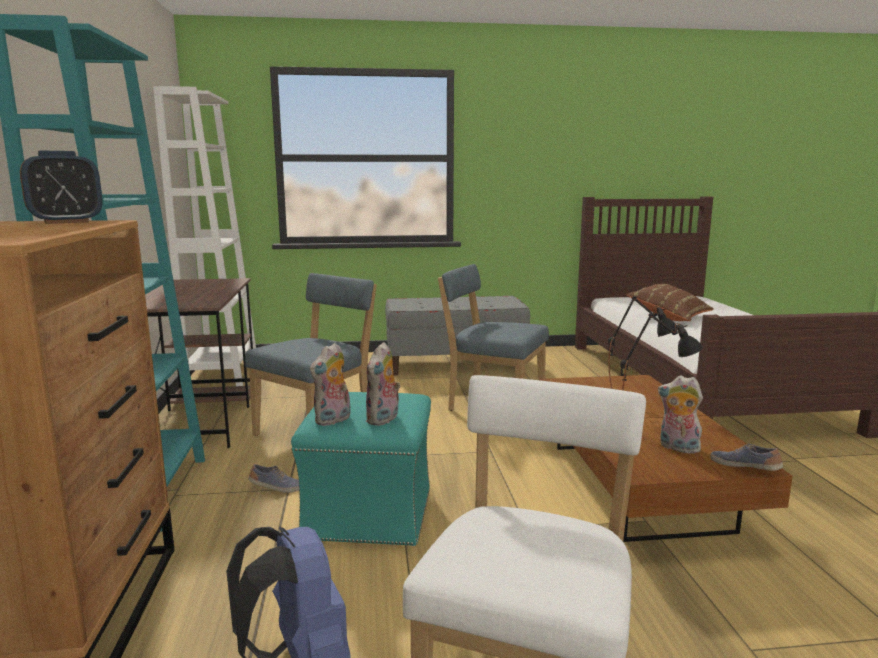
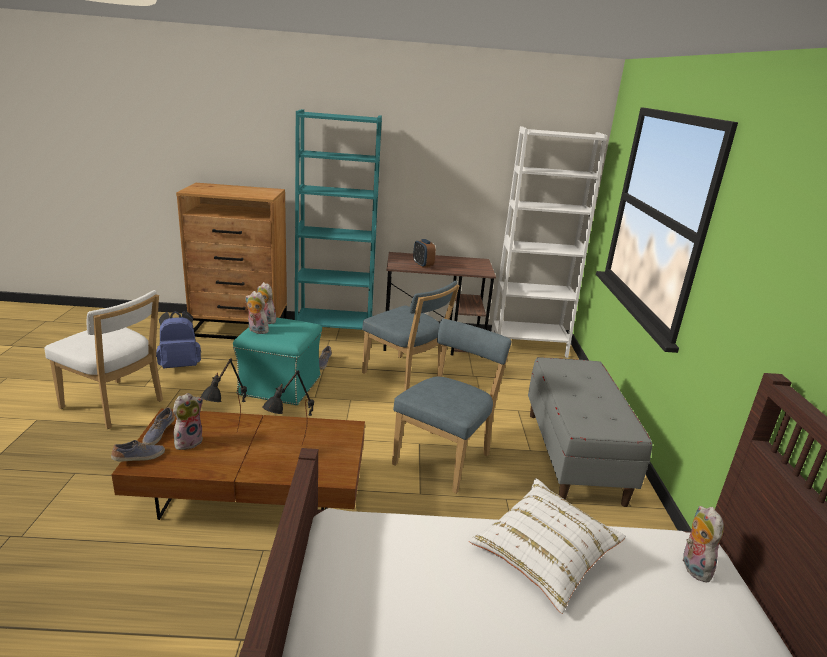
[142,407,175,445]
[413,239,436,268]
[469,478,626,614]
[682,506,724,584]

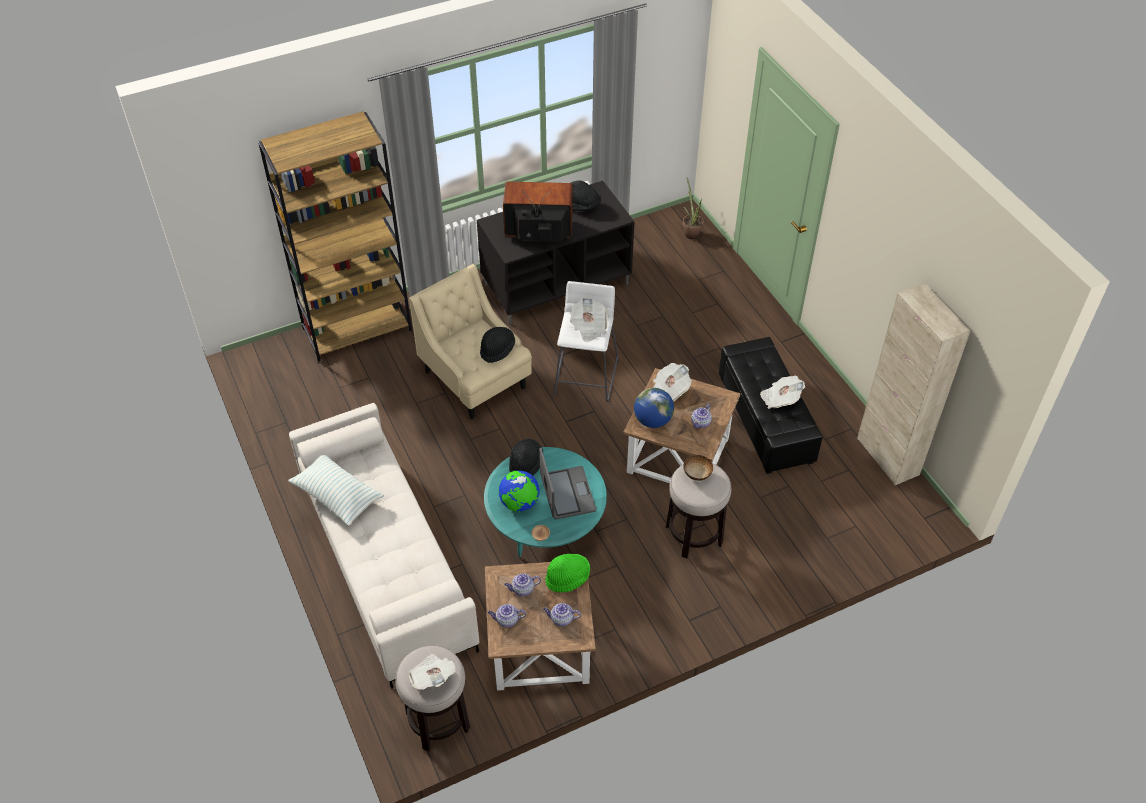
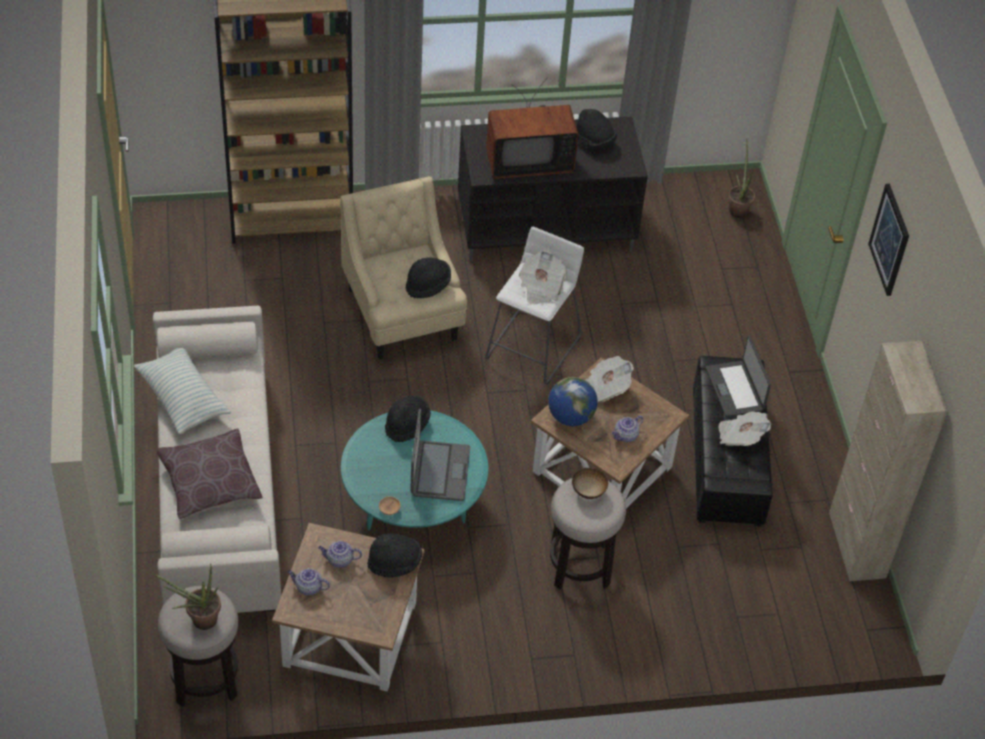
[154,564,221,630]
[156,428,263,519]
[367,533,422,578]
[486,77,578,179]
[706,335,771,417]
[868,184,909,296]
[498,471,540,512] (first image)
[543,603,581,626] (first image)

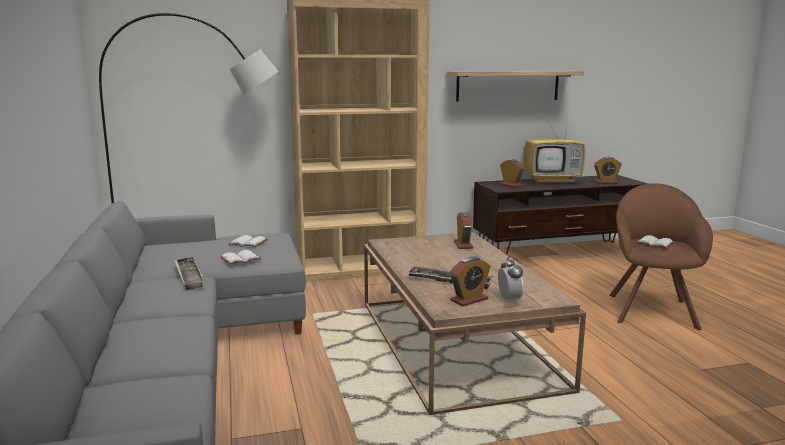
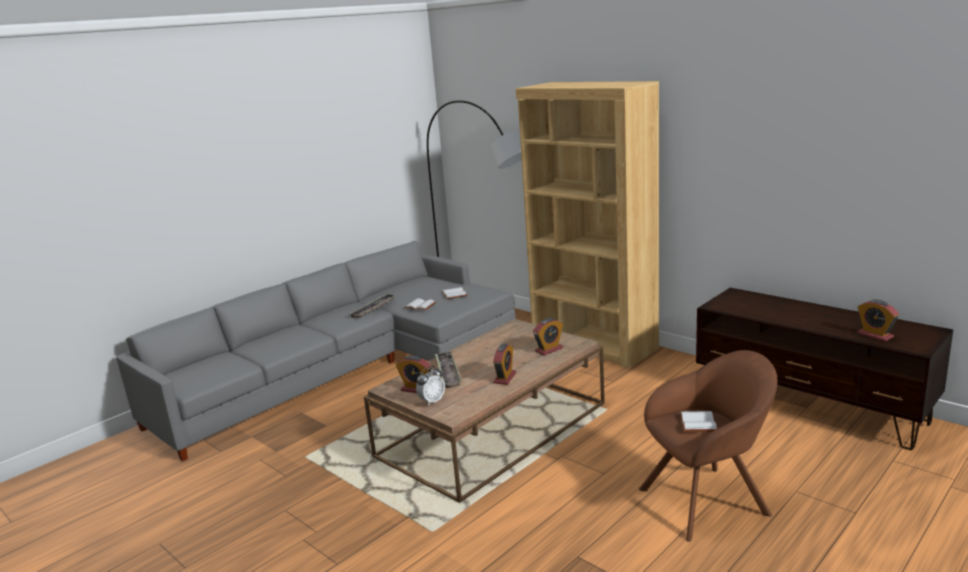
[493,344,516,385]
[446,71,584,102] (first image)
[524,112,585,184] (first image)

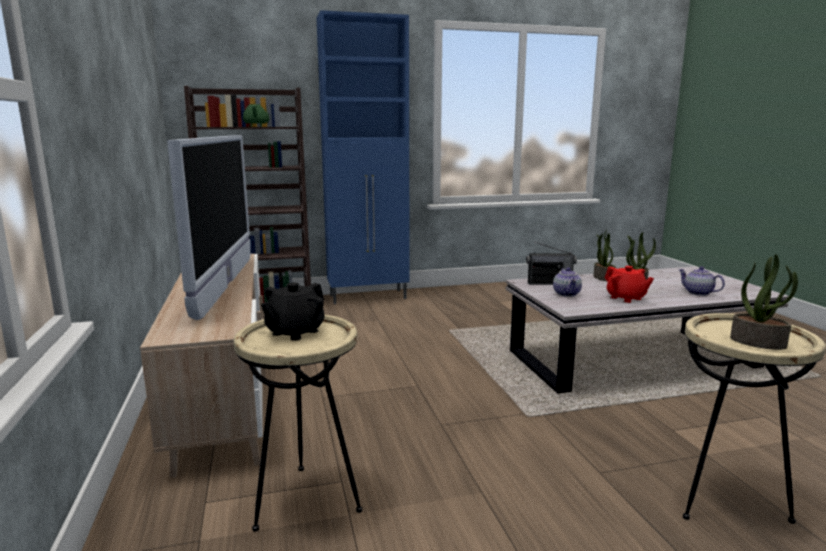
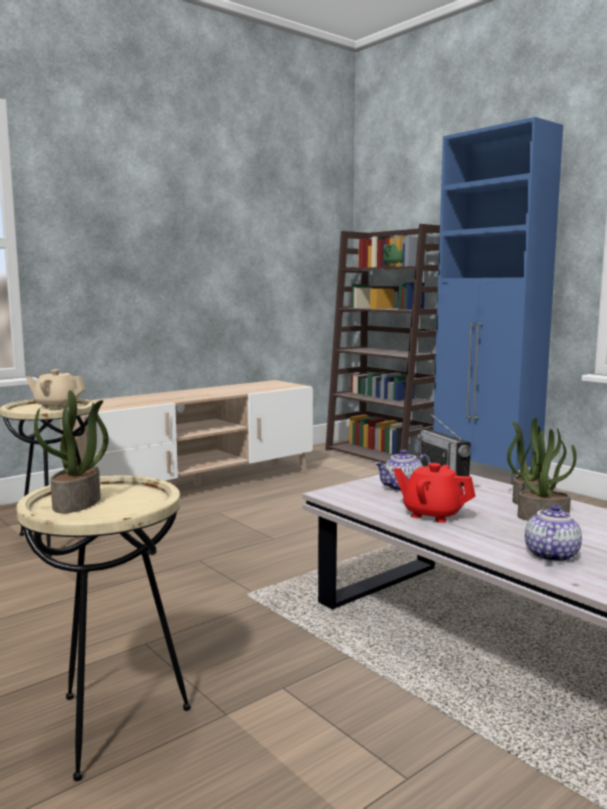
[26,369,85,409]
[393,463,475,523]
[167,135,251,320] (first image)

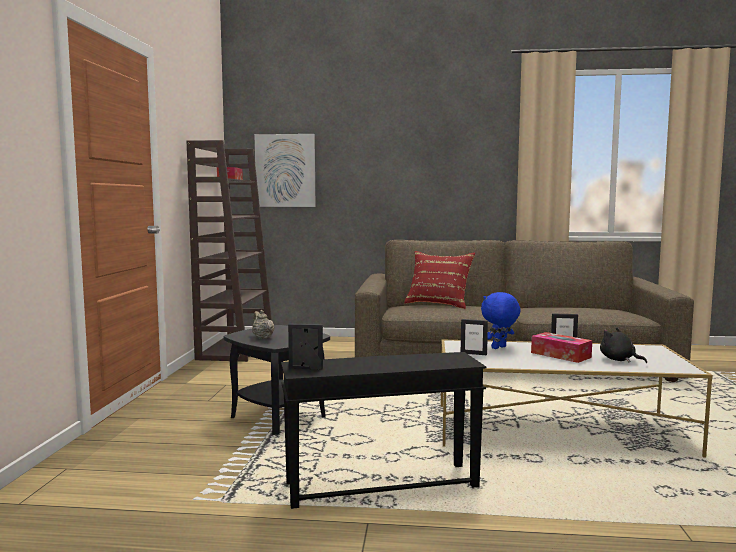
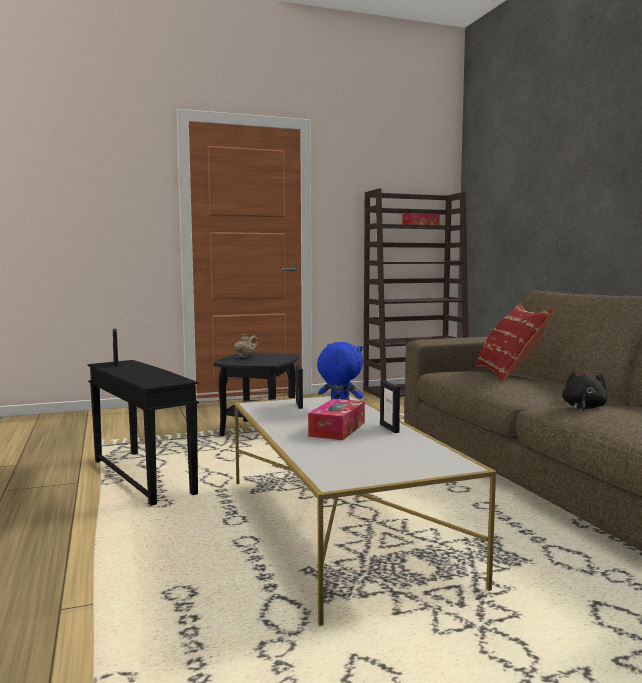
[562,371,607,412]
[254,134,315,207] (first image)

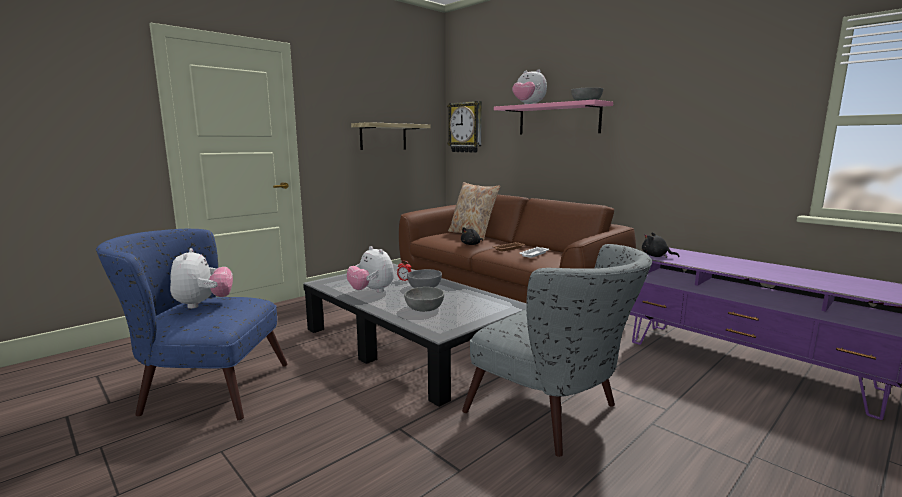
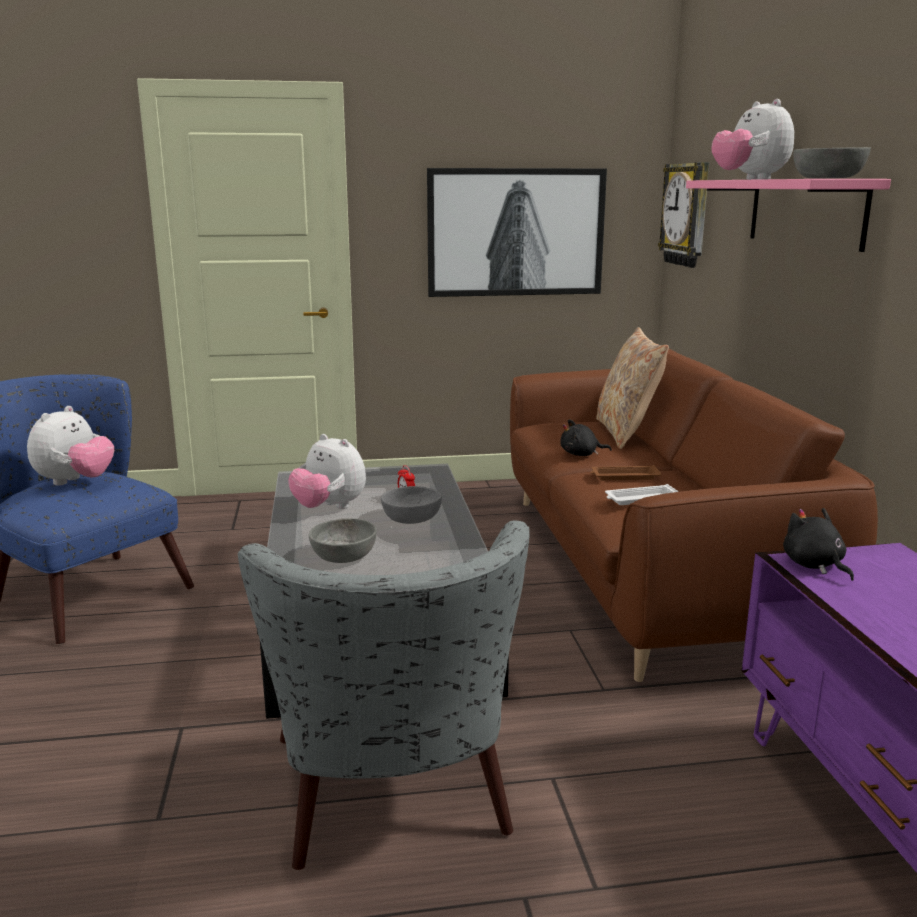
[288,434,366,509]
[427,168,607,297]

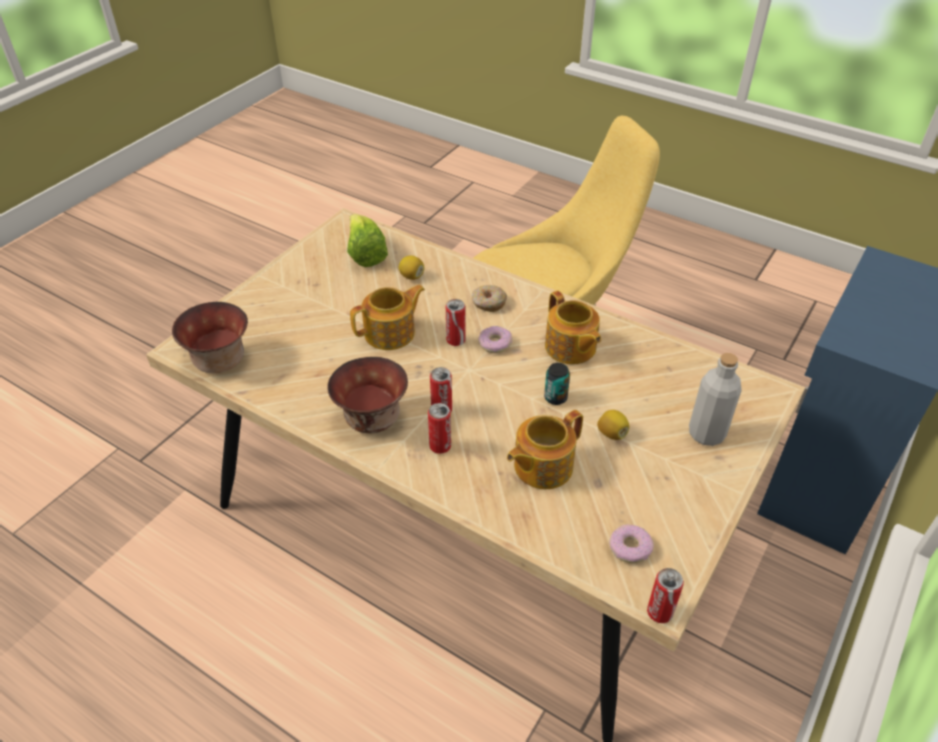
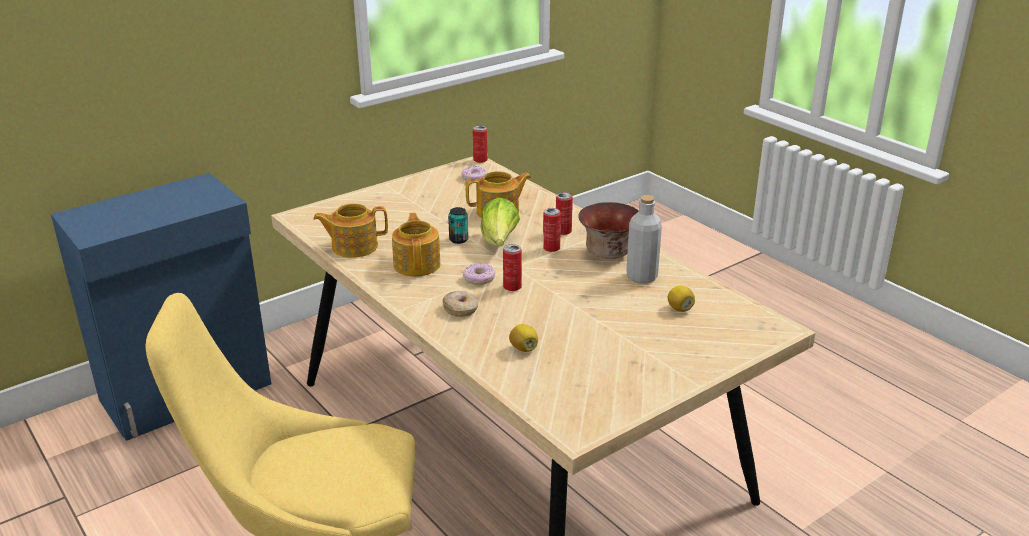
[313,204,388,258]
[481,197,520,246]
[626,195,662,284]
[668,286,695,312]
[172,302,248,373] (first image)

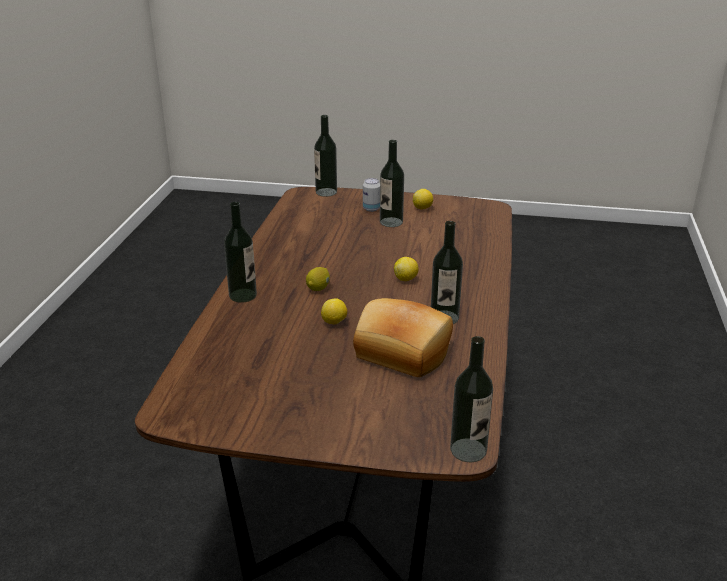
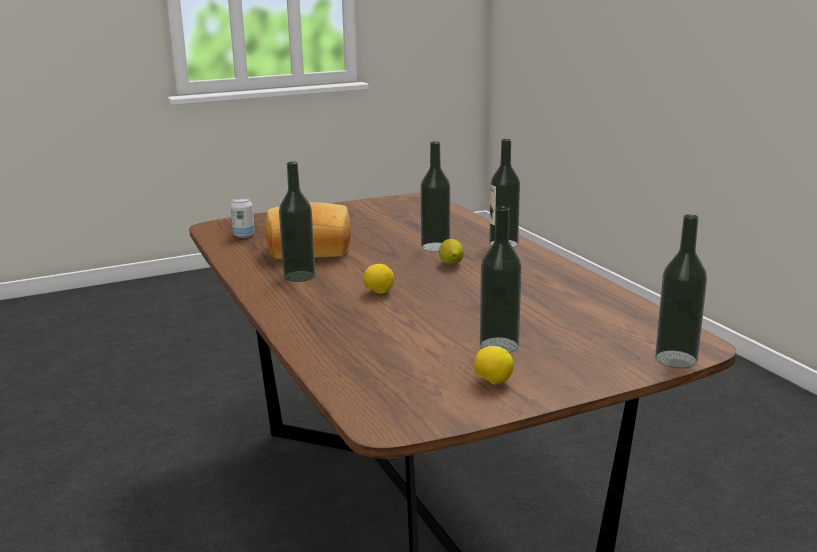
[231,198,255,238]
[420,141,450,252]
[321,298,347,325] (first image)

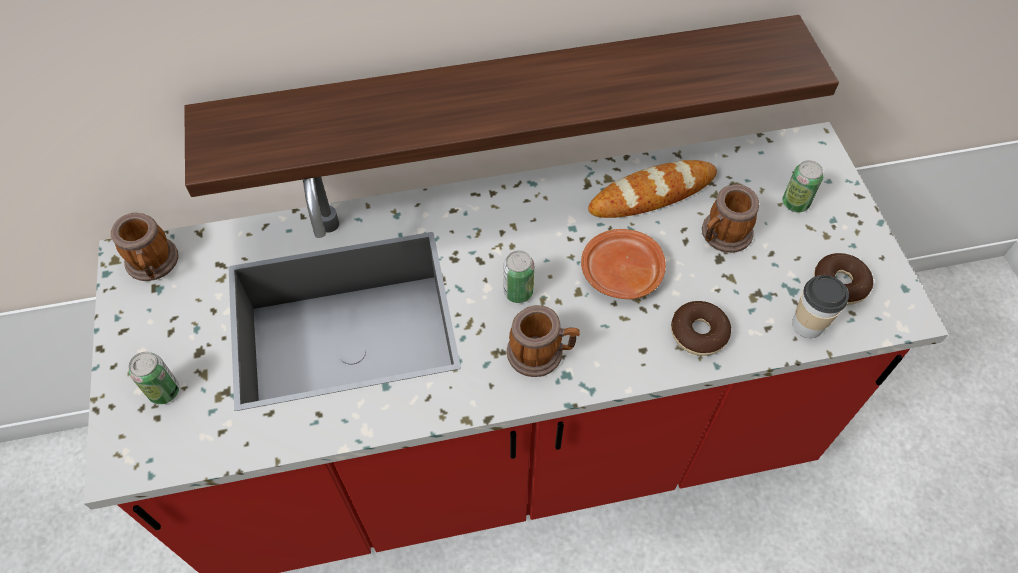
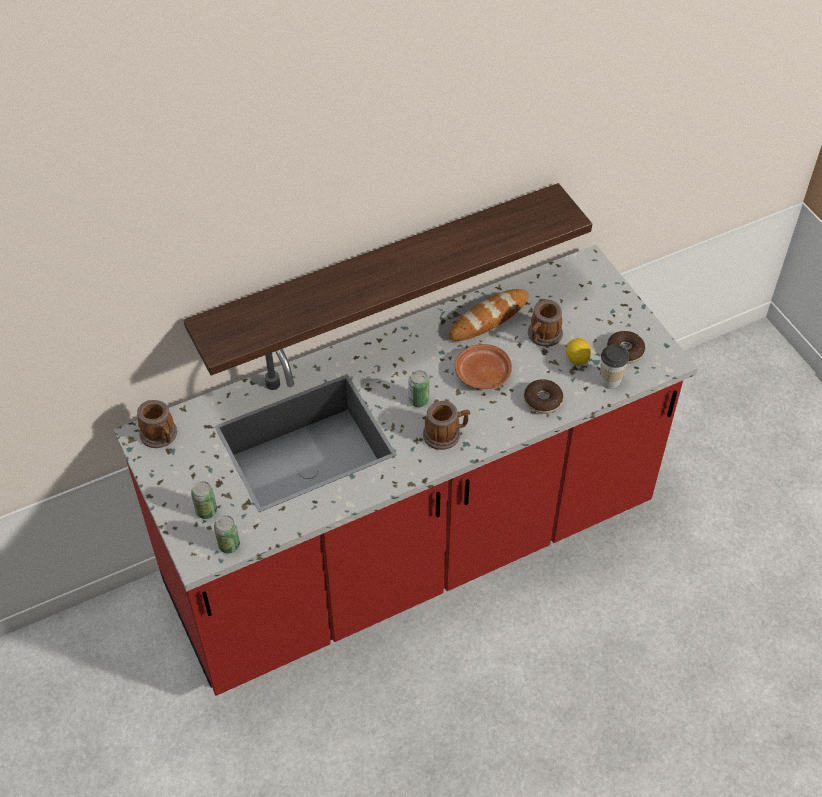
[214,515,240,553]
[566,338,591,365]

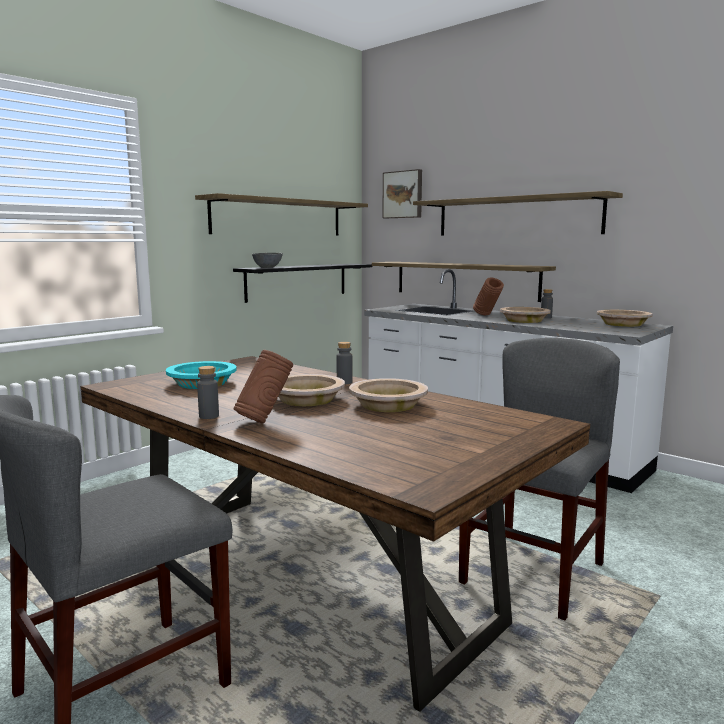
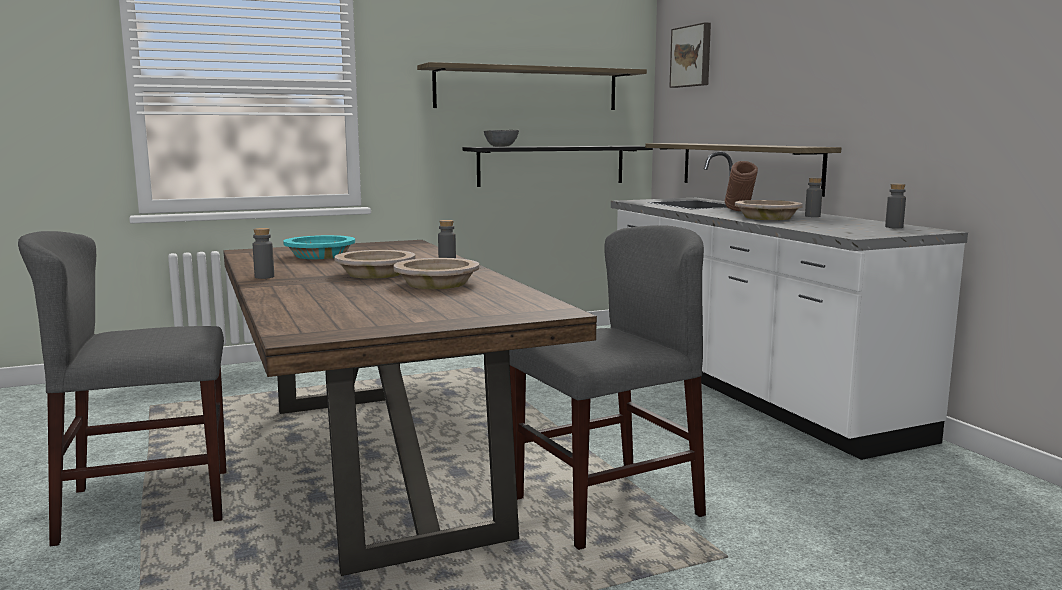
[885,184,906,228]
[234,350,293,423] (first image)
[413,191,623,236] (first image)

